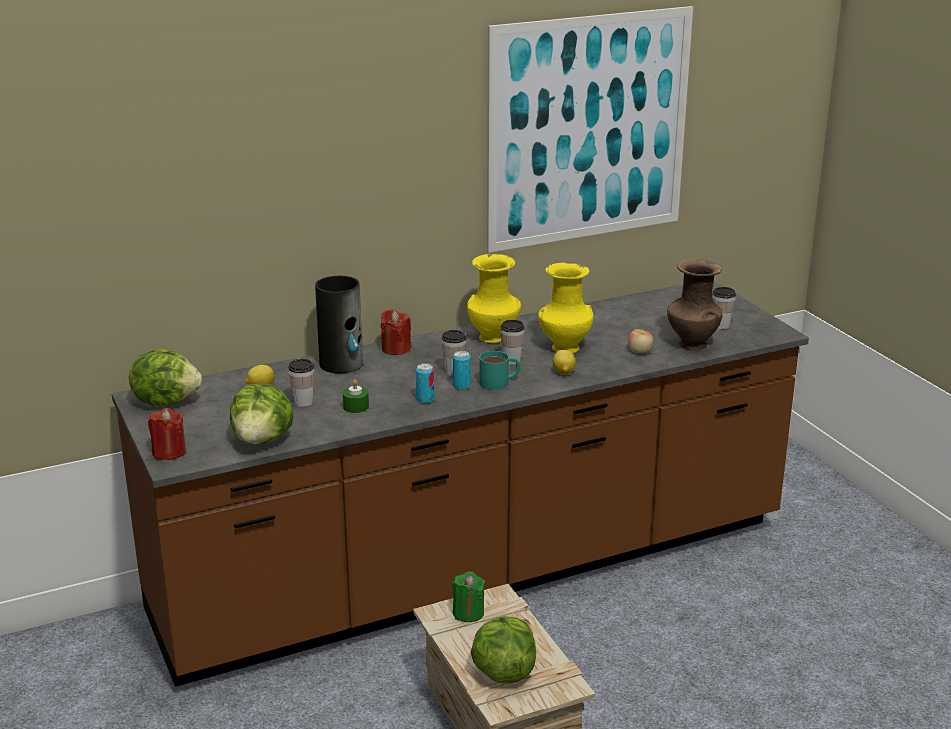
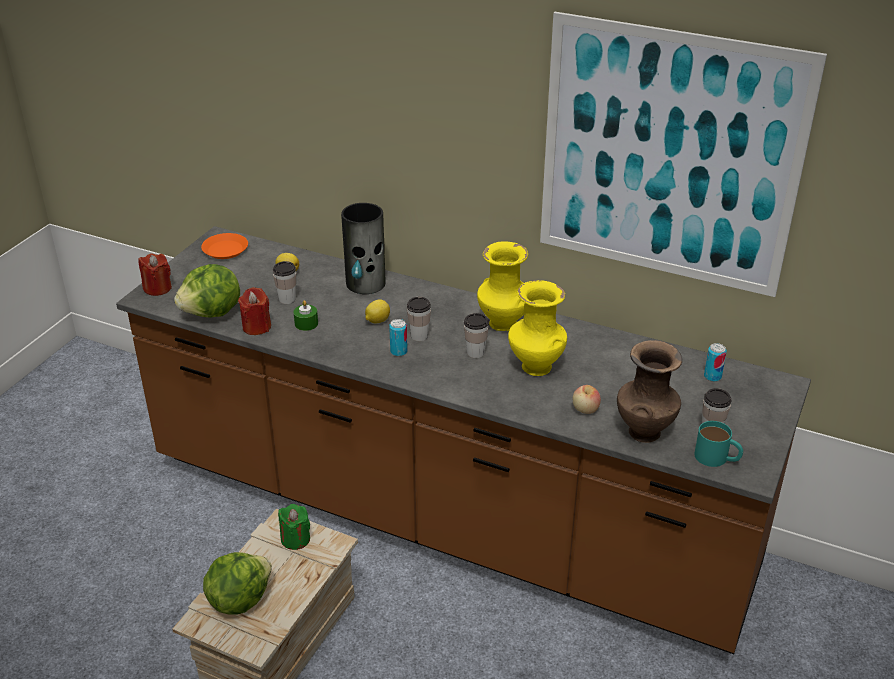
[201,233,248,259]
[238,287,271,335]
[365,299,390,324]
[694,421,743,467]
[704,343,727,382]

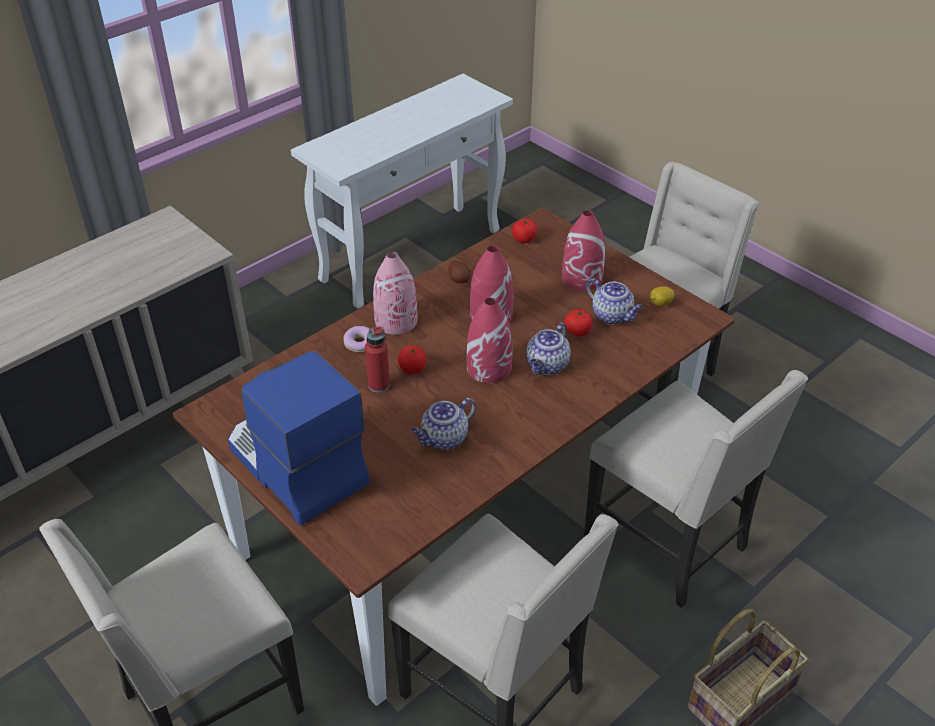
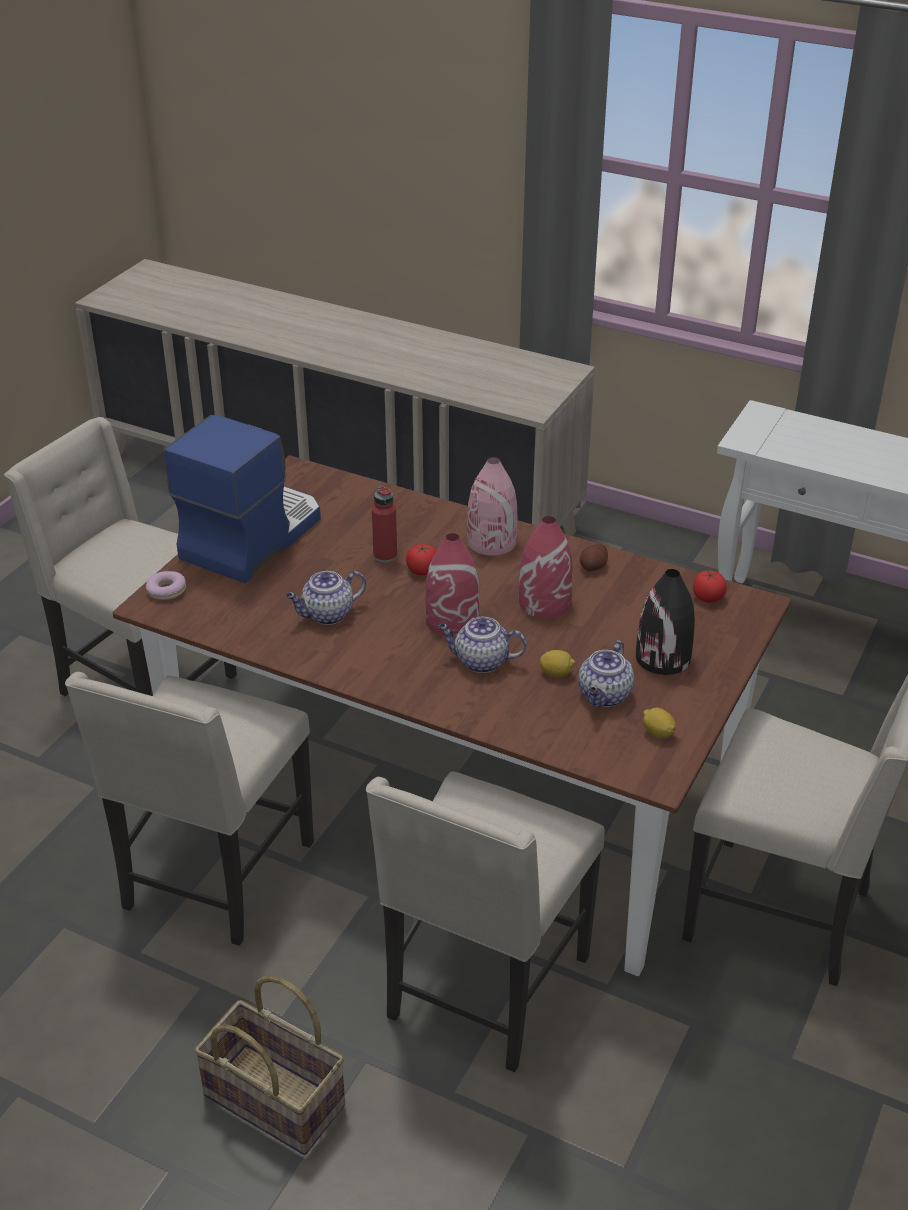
[146,571,186,600]
[286,571,366,625]
[540,650,575,677]
[636,569,695,675]

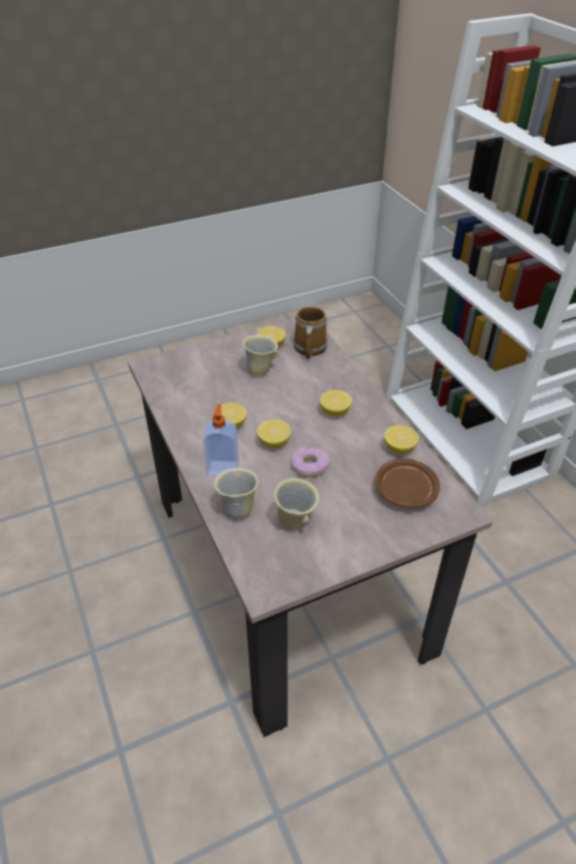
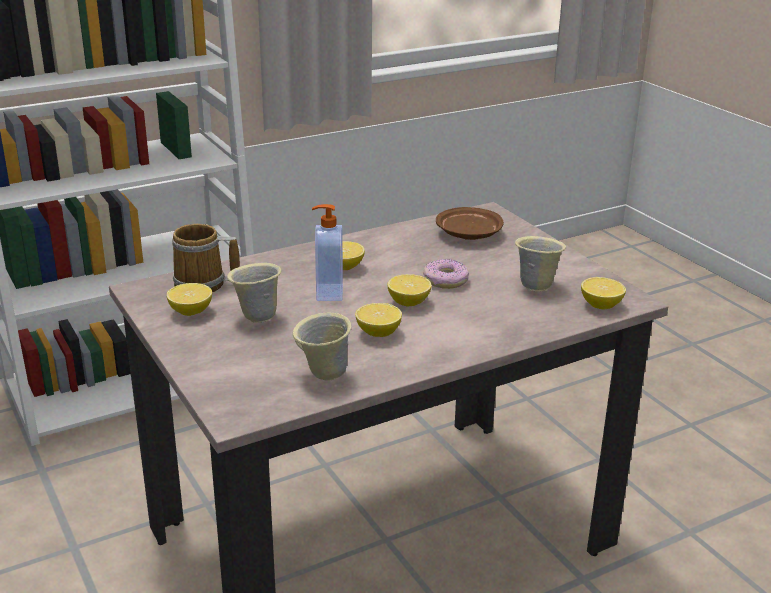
[293,313,352,381]
[312,204,343,301]
[581,277,626,309]

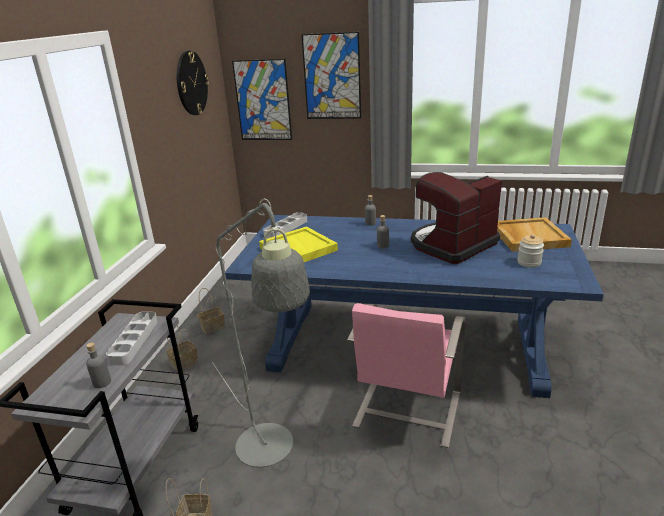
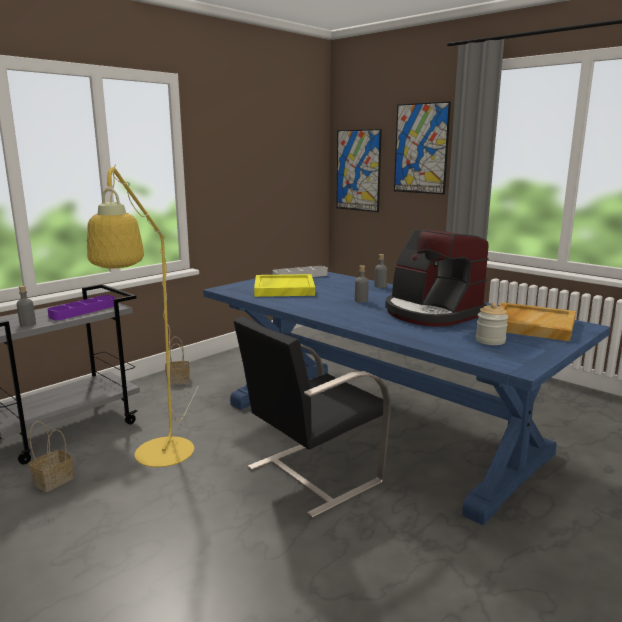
[48,295,116,320]
[87,164,198,467]
[234,316,391,518]
[385,229,489,327]
[177,51,209,115] (first image)
[198,288,225,334] (first image)

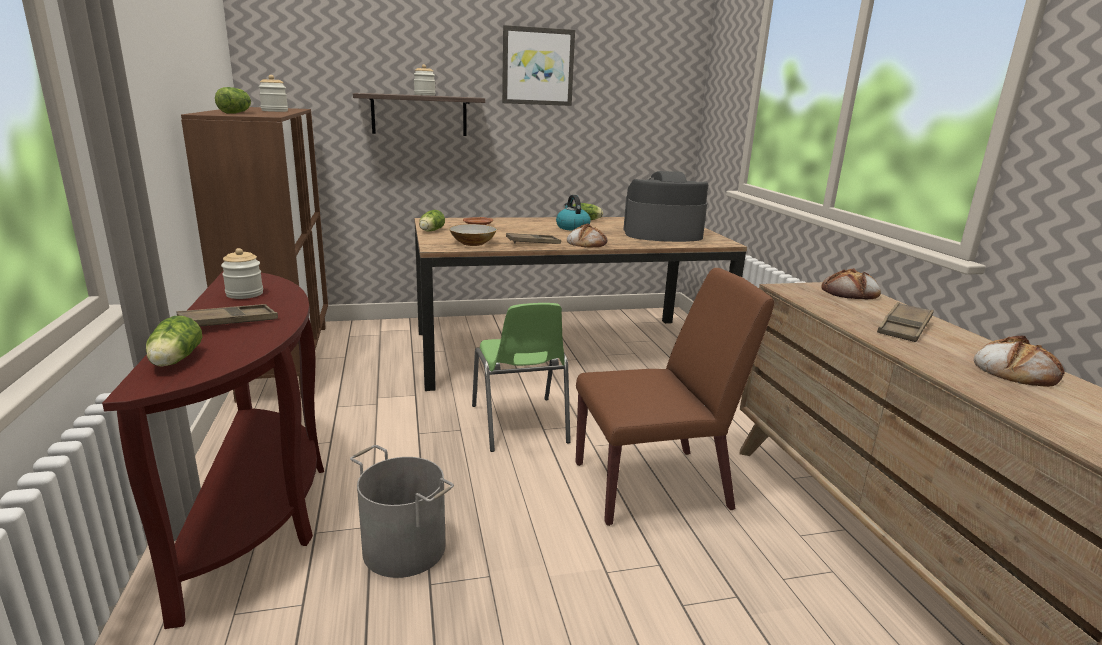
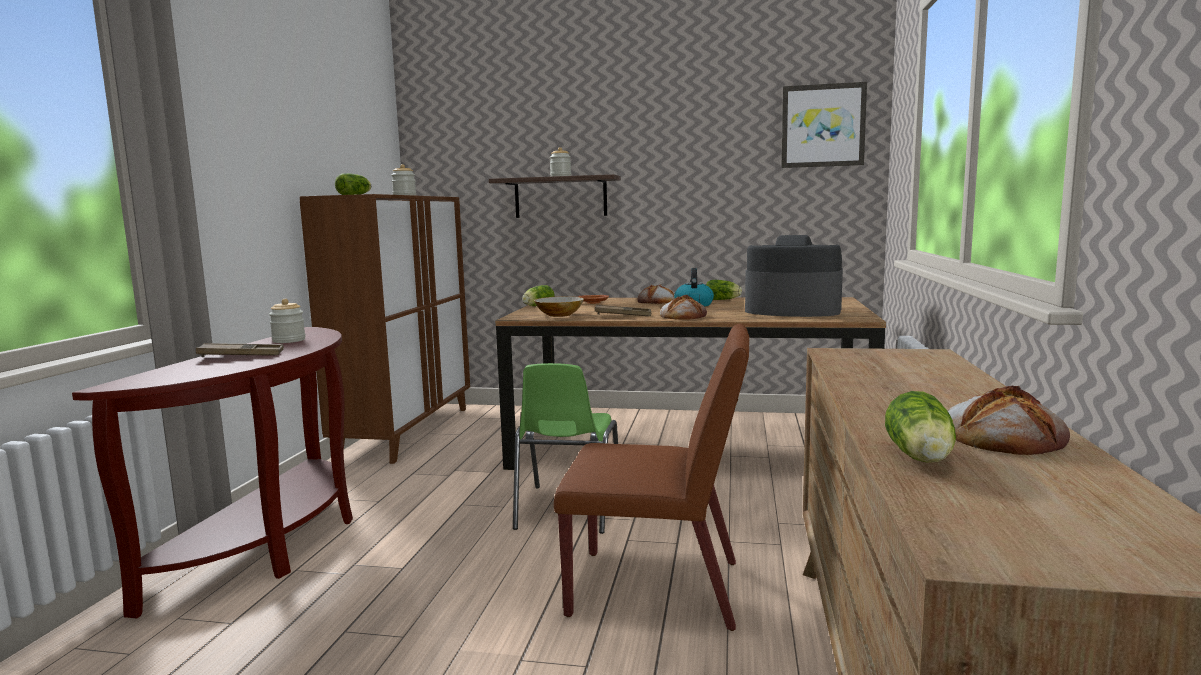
[637,285,675,304]
[781,82,867,168]
[885,391,956,463]
[350,445,454,578] (first image)
[877,302,934,342] (first image)

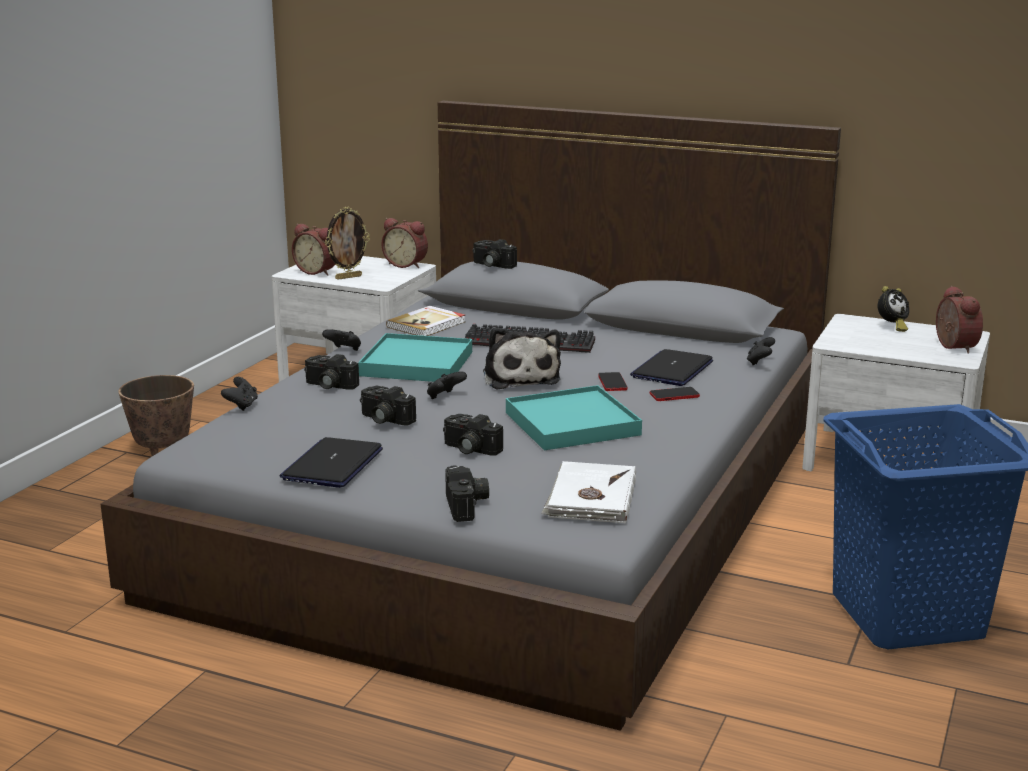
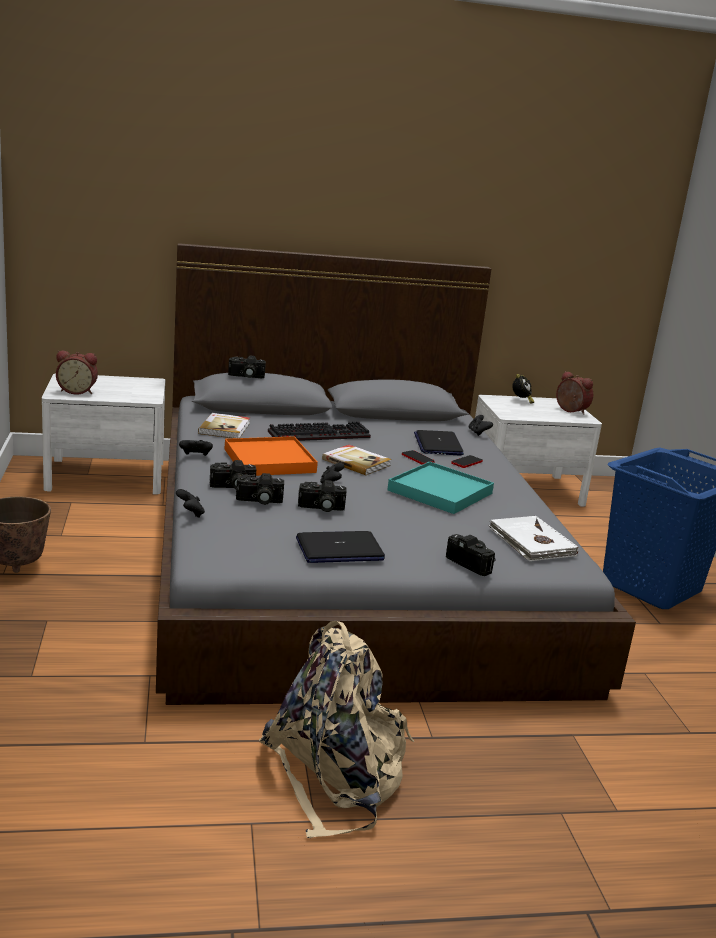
[225,436,318,476]
[236,473,284,505]
[259,621,414,838]
[296,531,385,563]
[322,445,392,475]
[325,207,370,280] (first image)
[382,218,428,268] (first image)

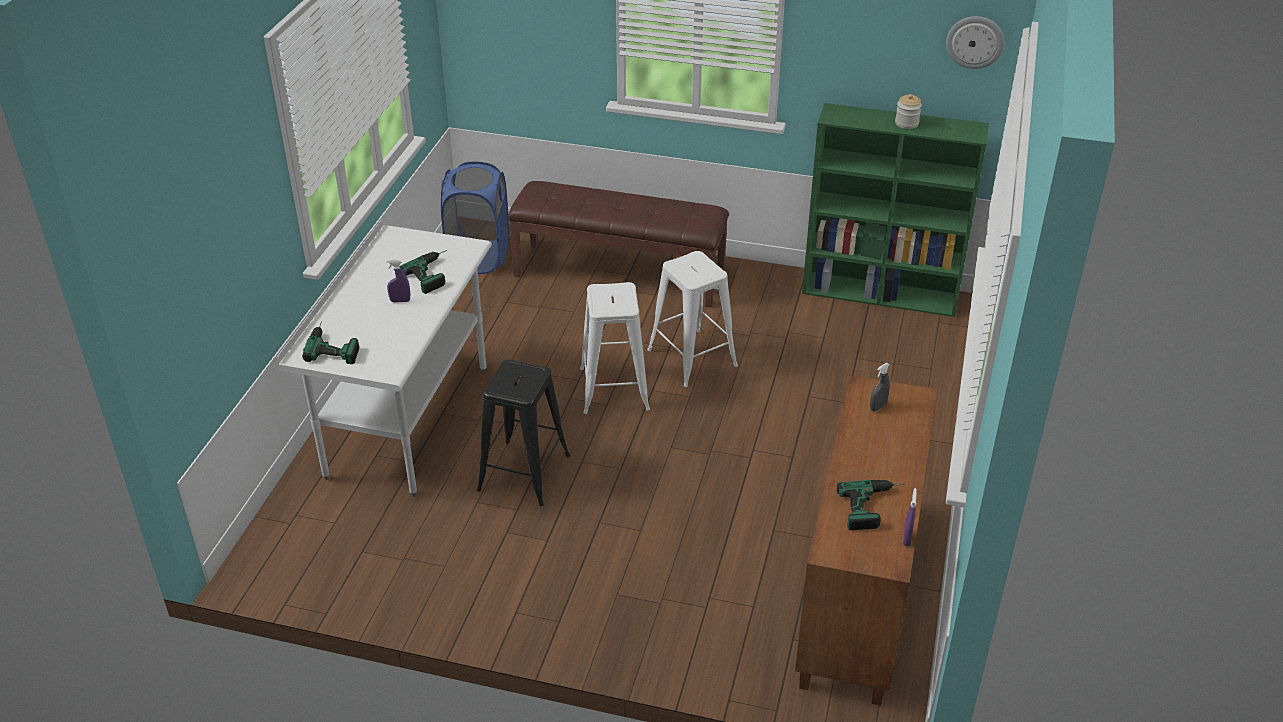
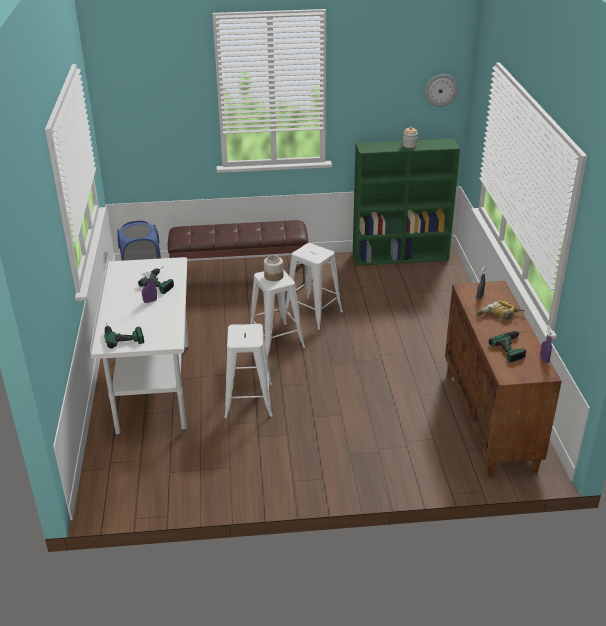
[224,324,273,418]
[264,255,283,281]
[476,301,525,321]

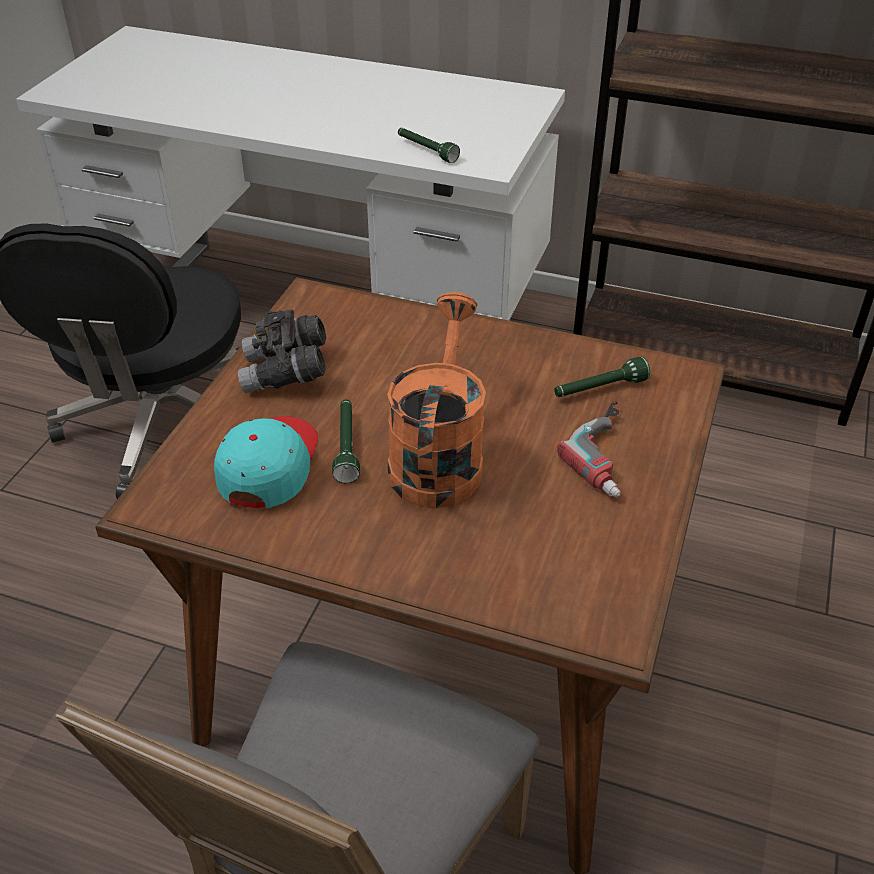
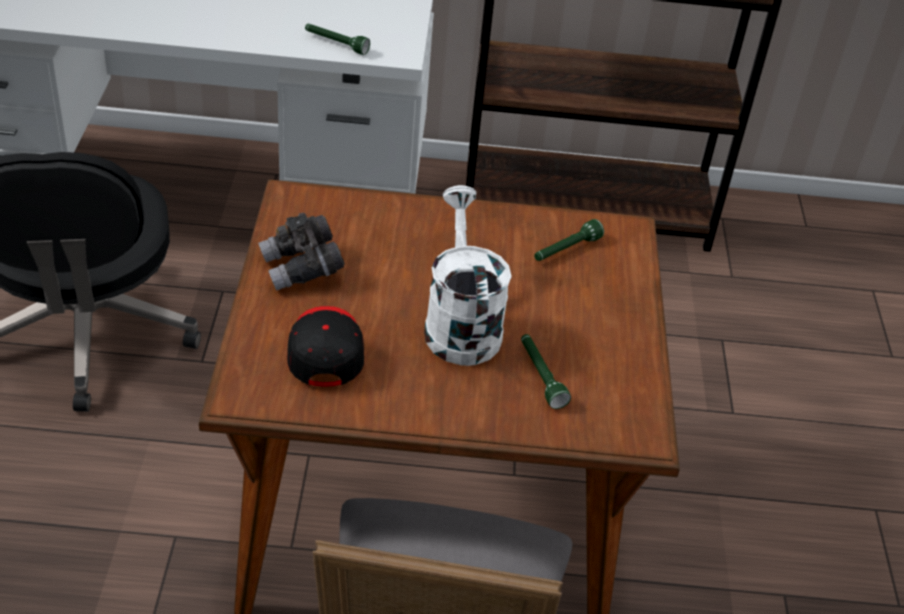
[287,306,364,387]
[424,185,512,366]
[521,334,571,409]
[557,401,621,497] (first image)

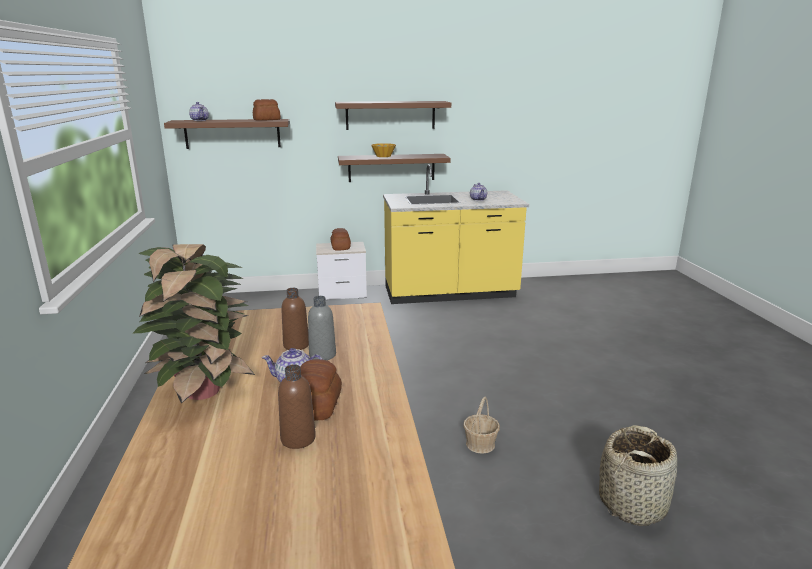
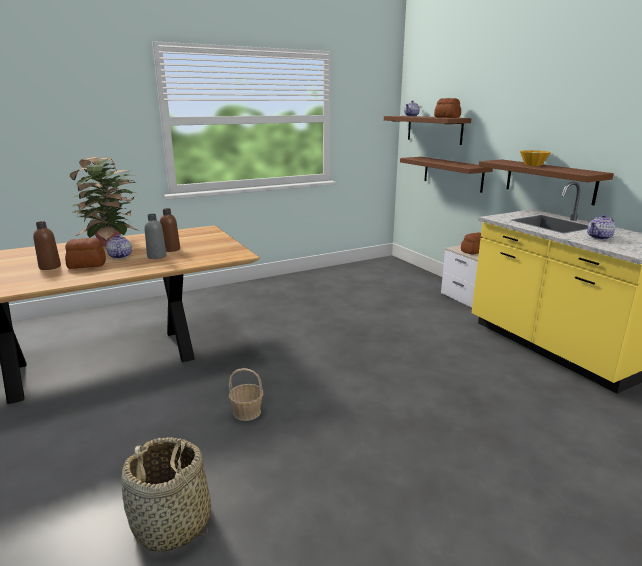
[400,157,493,193]

